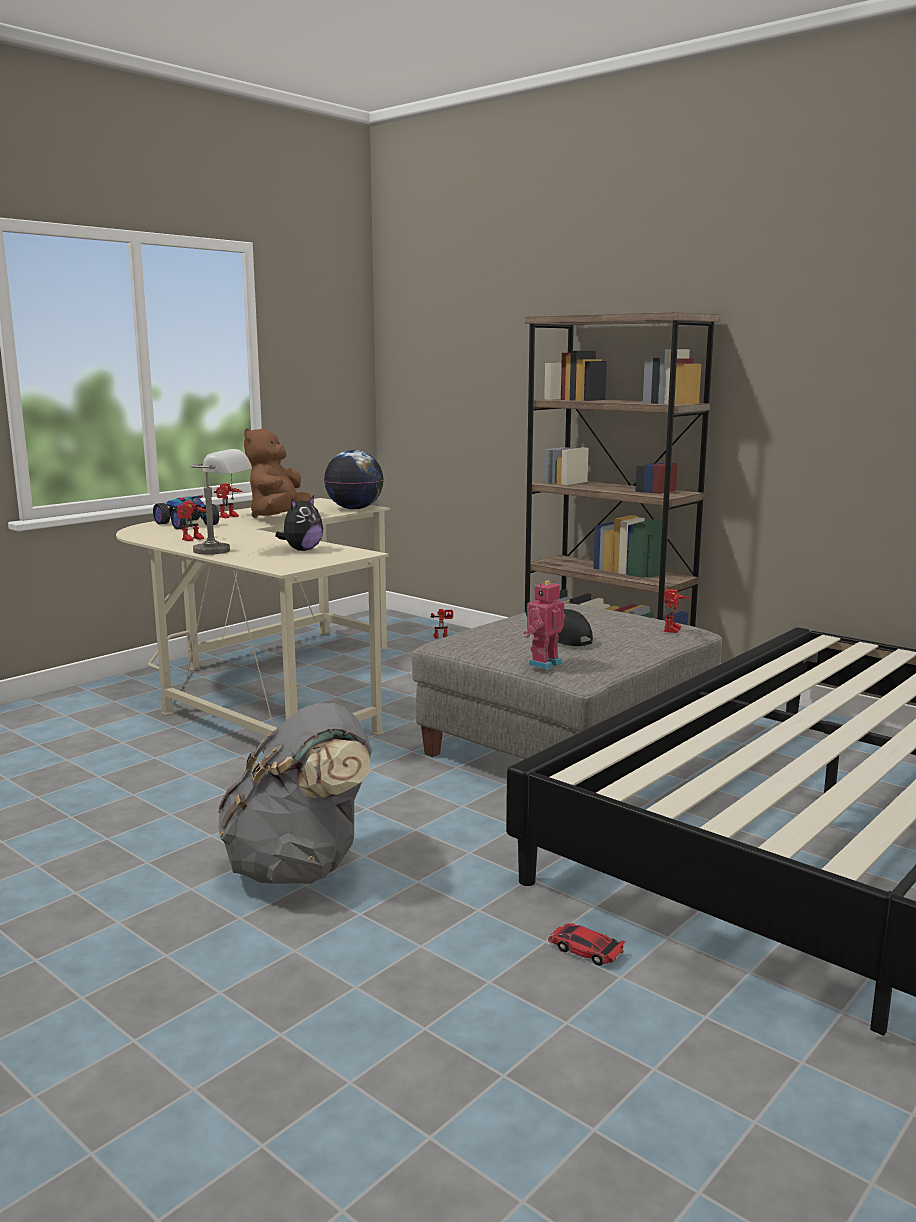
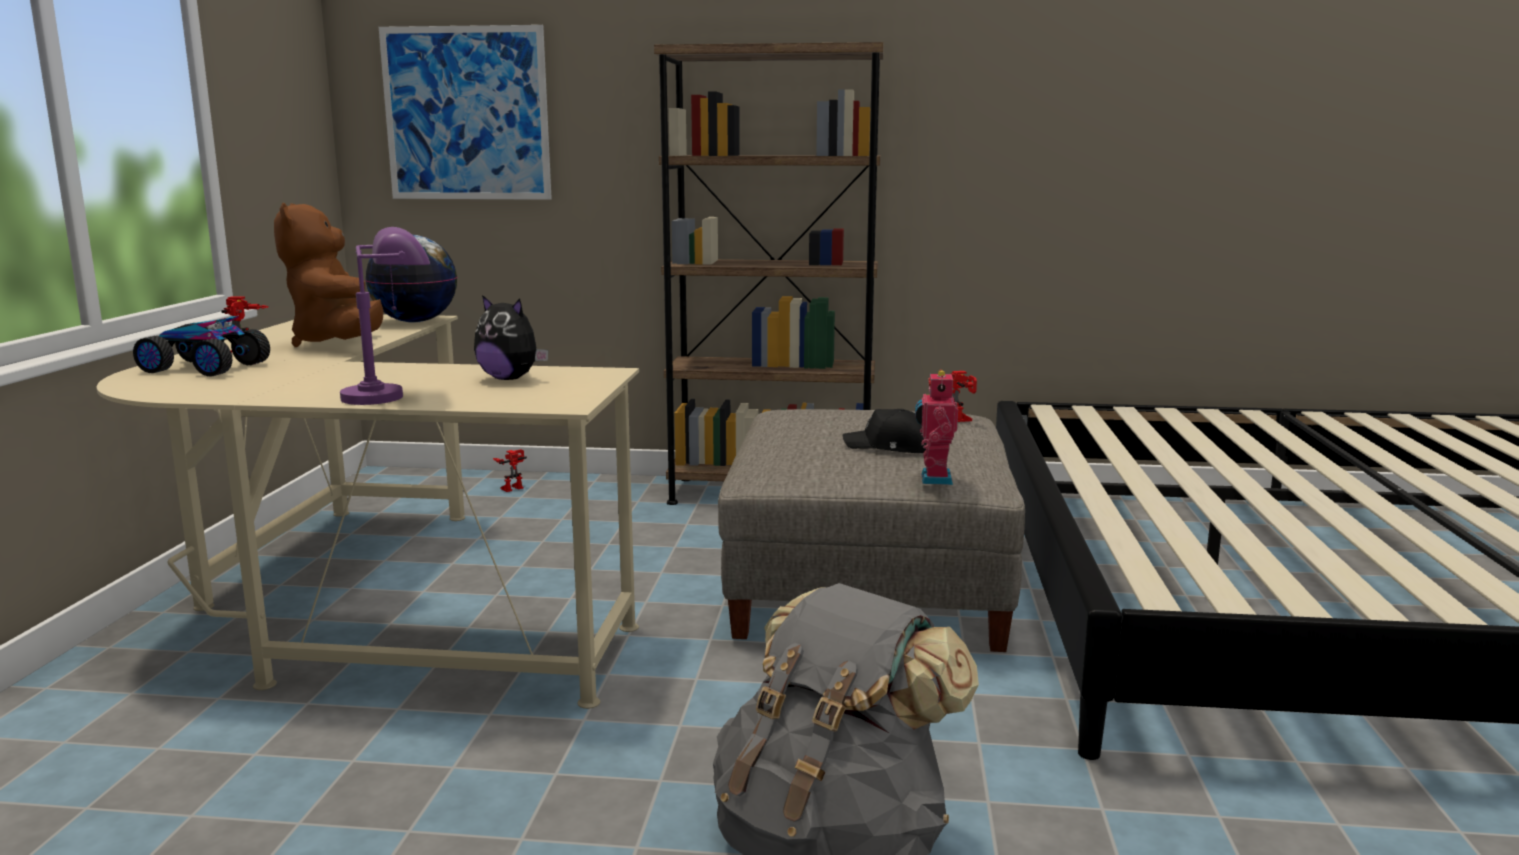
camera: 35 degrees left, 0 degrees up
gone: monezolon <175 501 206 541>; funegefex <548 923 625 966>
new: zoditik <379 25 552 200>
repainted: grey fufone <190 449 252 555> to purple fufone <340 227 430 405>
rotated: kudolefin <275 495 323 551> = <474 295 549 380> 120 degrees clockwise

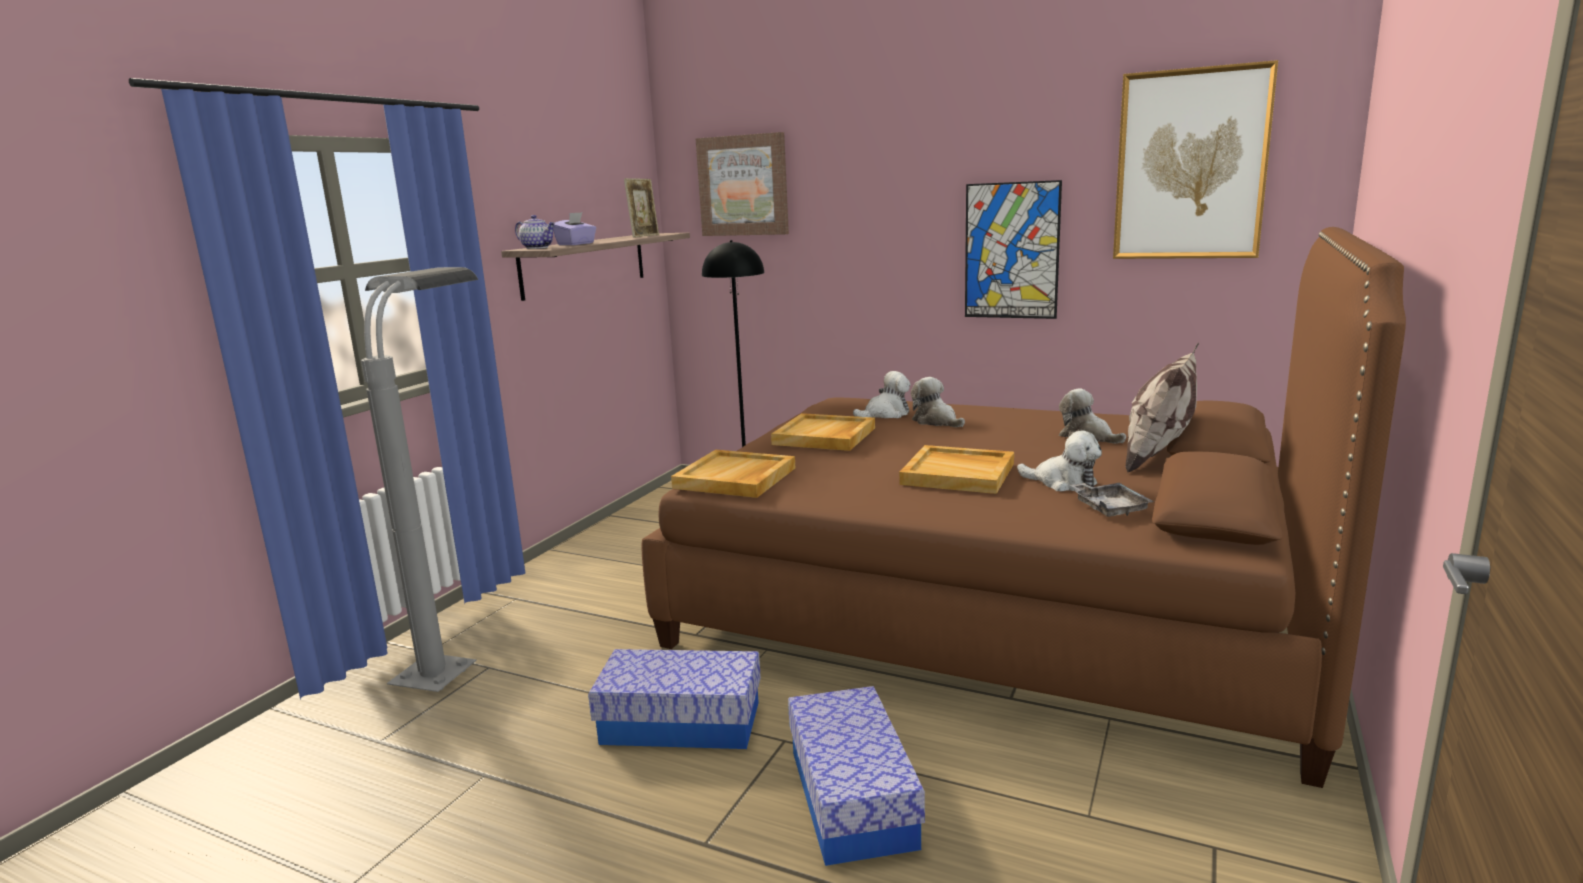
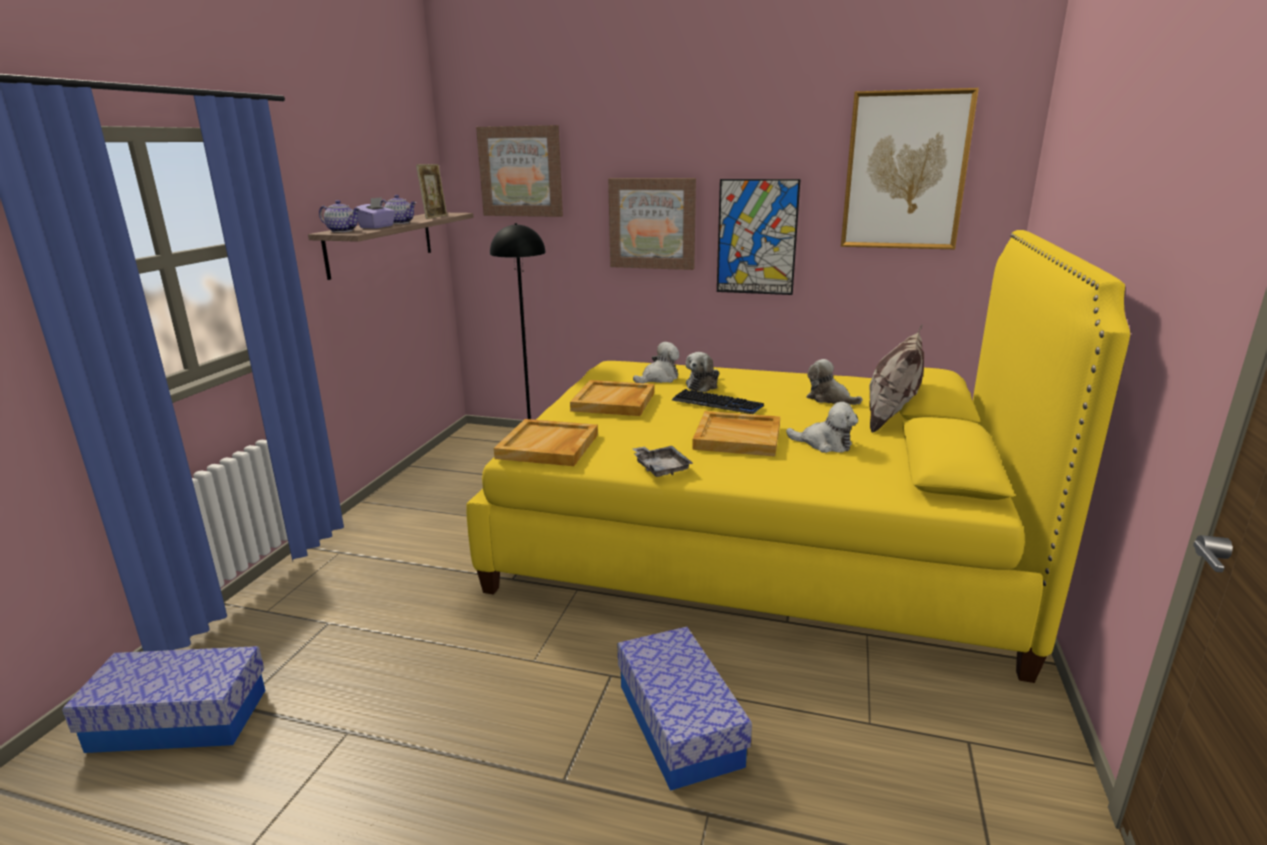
camera: 10 degrees left, 5 degrees up
gone: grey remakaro <361 267 478 692>
new: zoditik <608 178 696 270>; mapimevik <380 195 416 224>; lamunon <671 389 764 414>
shifted: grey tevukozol <1070 483 1154 517> to <633 446 693 477>; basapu <588 649 761 749> to <62 646 266 753>
repainted: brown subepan <642 227 1406 788> to yellow subepan <466 230 1130 683>
rotated: kudolefin <911 377 965 427> = <686 352 719 392> 105 degrees counterclockwise

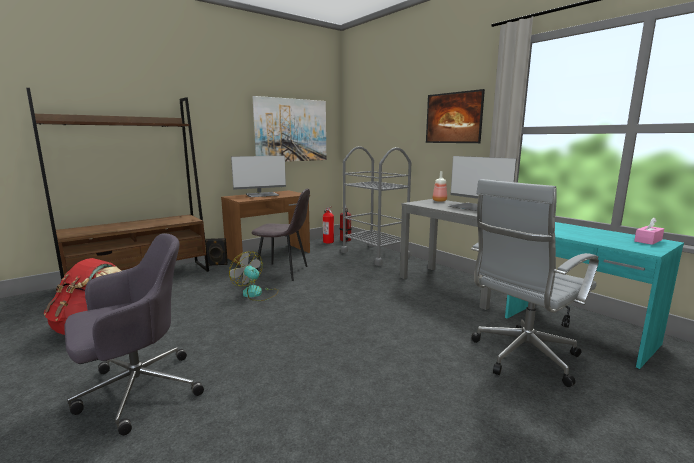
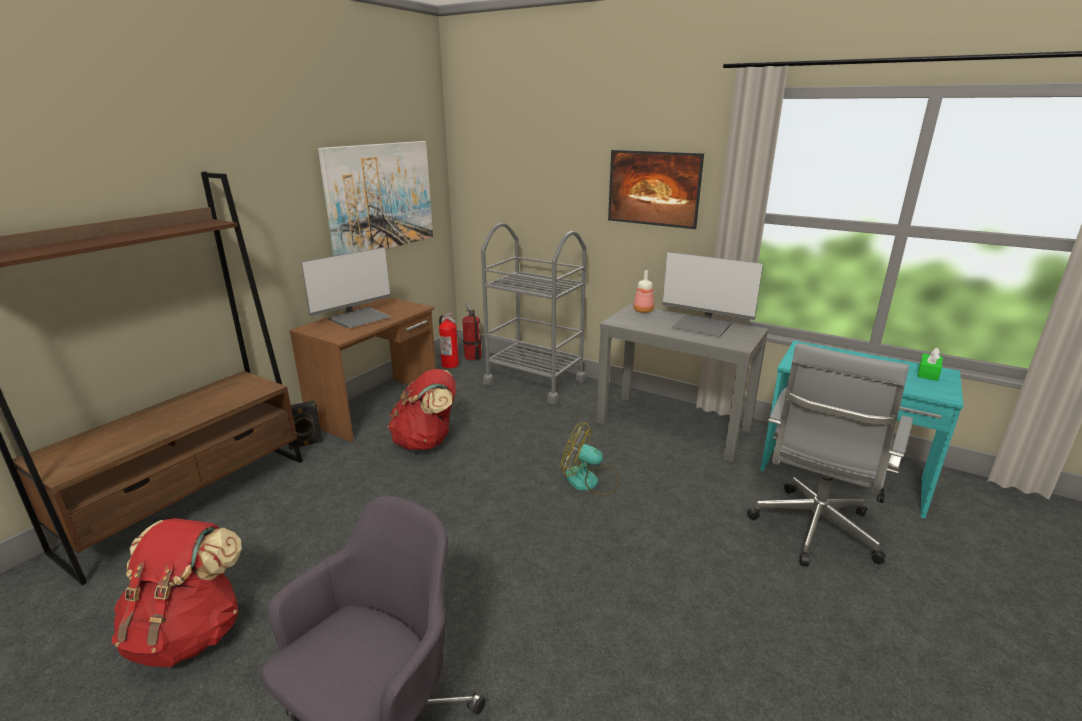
camera: 20 degrees left, 10 degrees up
shifted: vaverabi <229 251 279 301> to <560 422 619 495>
swapped: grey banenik <251 189 310 281> to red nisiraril <388 369 456 450>
repainted: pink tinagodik <634 217 664 245> to green tinagodik <917 348 943 381>

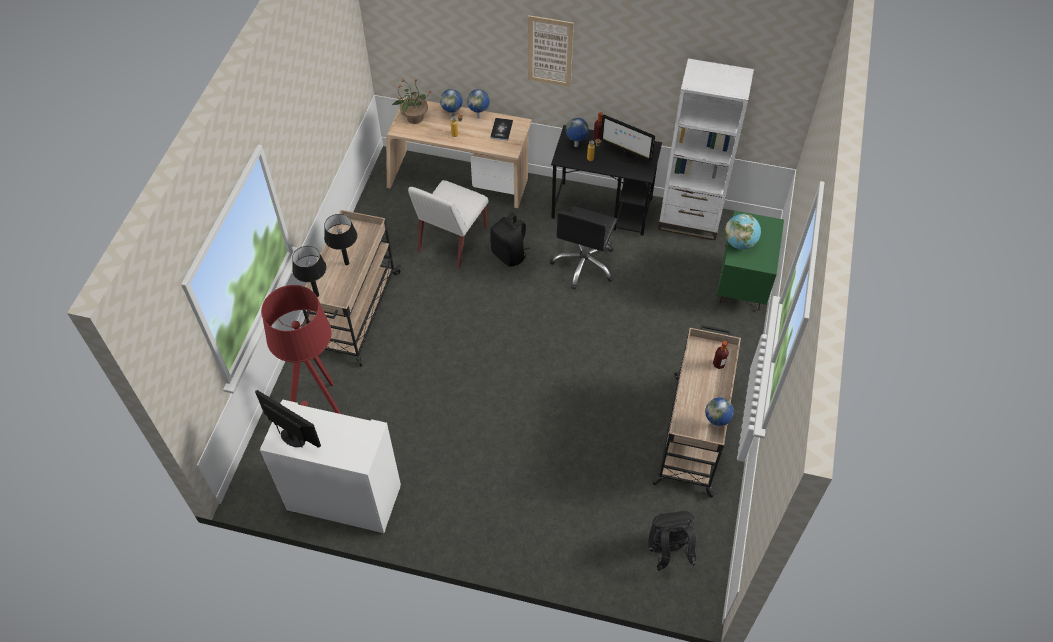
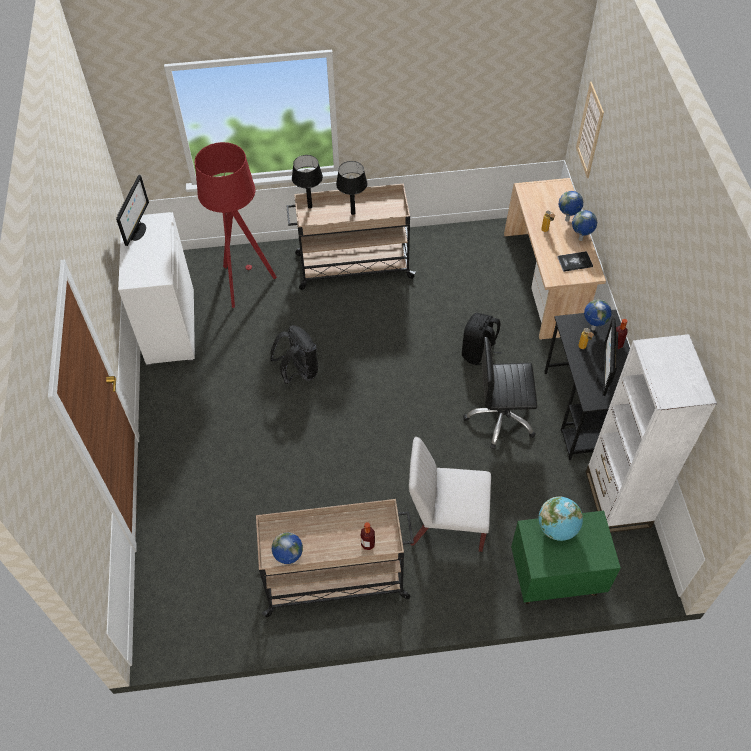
camera: 70 degrees right, 0 degrees up
gone: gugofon <392 78 432 124>
shifted: zoditik <528 15 574 87> to <576 82 604 178>; white banenik <408 180 488 269> to <409 437 491 552>; black nisiraril <648 511 696 571> to <270 325 318 384>

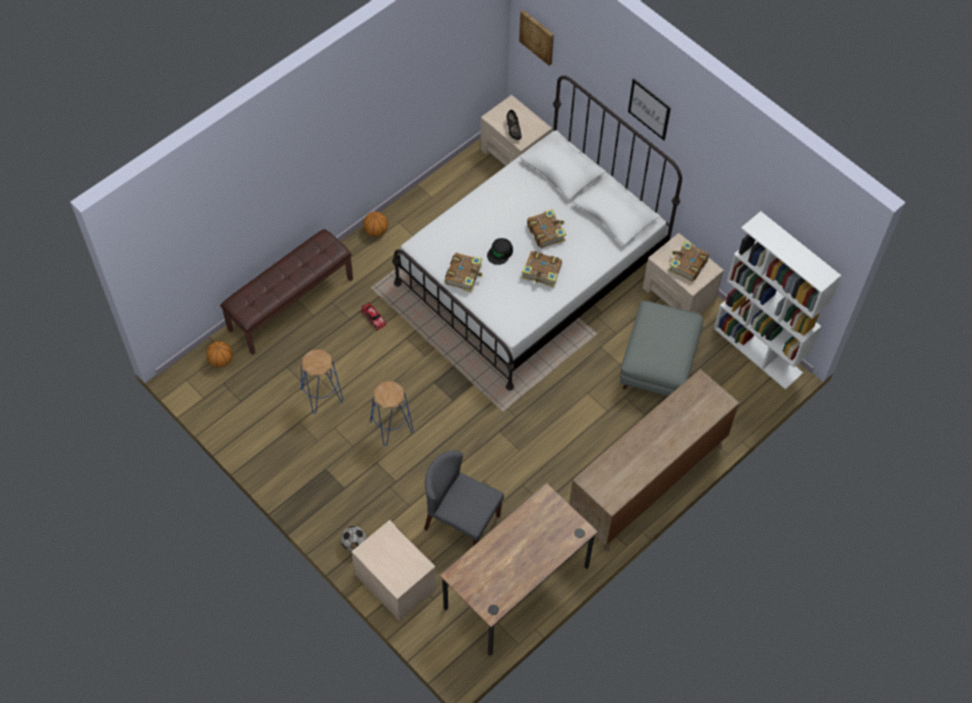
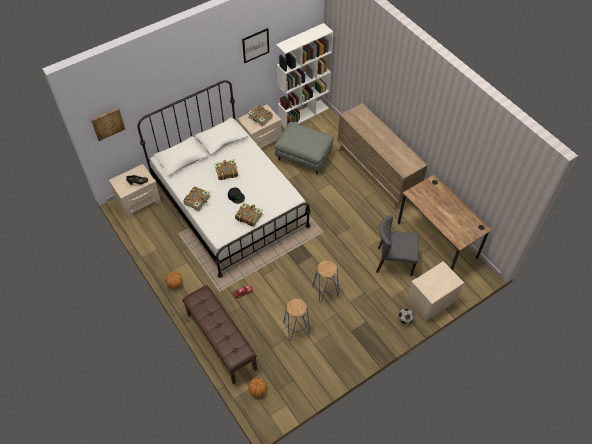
camera: 80 degrees left, 5 degrees down
shifted: zoditik <628 78 671 140> to <242 28 269 64>; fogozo <521 251 562 288> to <183 186 210 212>
rotated: grey banenik <424 450 504 546> = <376 215 419 276> 60 degrees clockwise

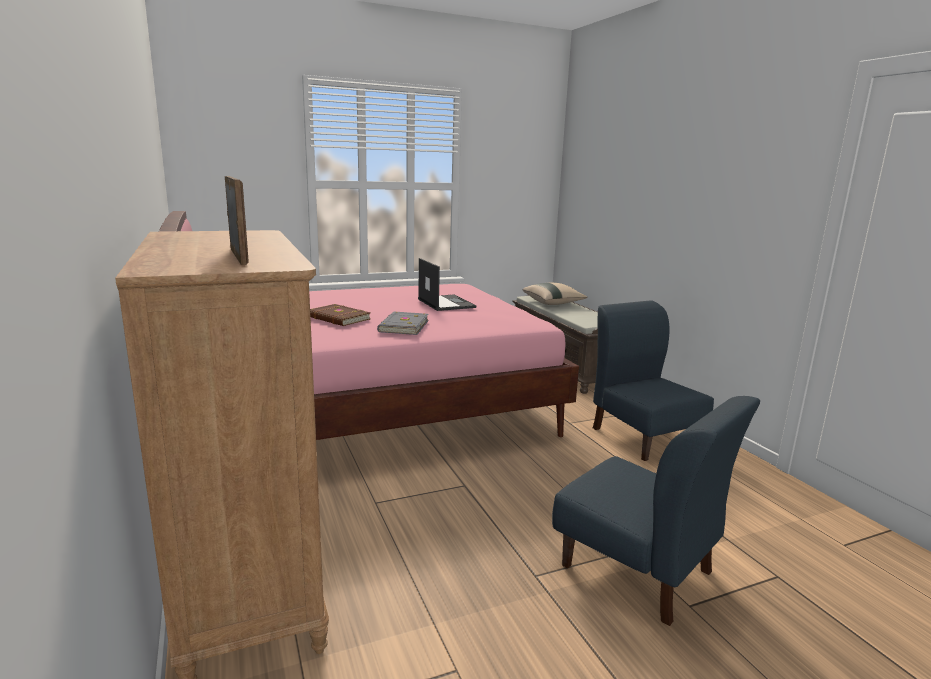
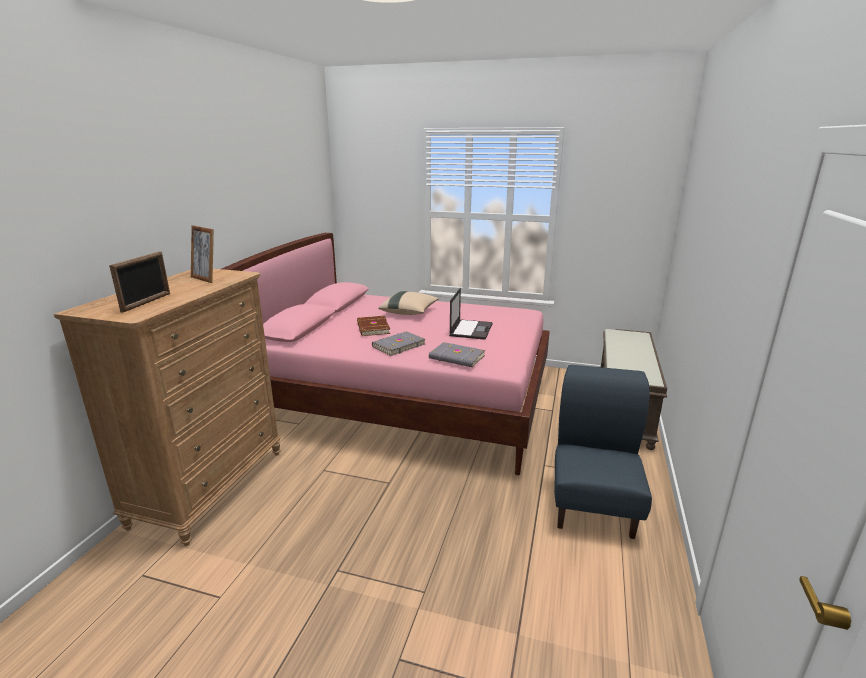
camera: 40 degrees right, 5 degrees up
gone: blue banenik <552 396 760 626>
new: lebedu <191 225 214 283>; grey fogozo <429 342 485 367>
shifted: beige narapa <522 283 588 305> to <378 291 439 315>

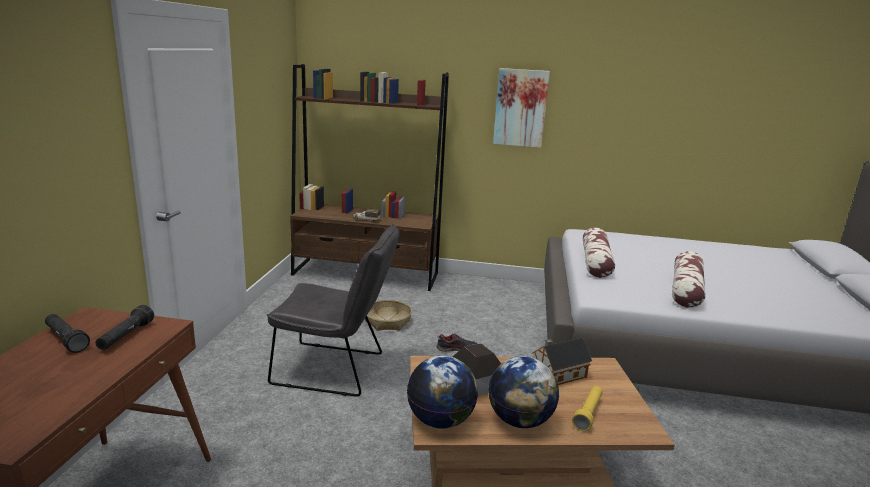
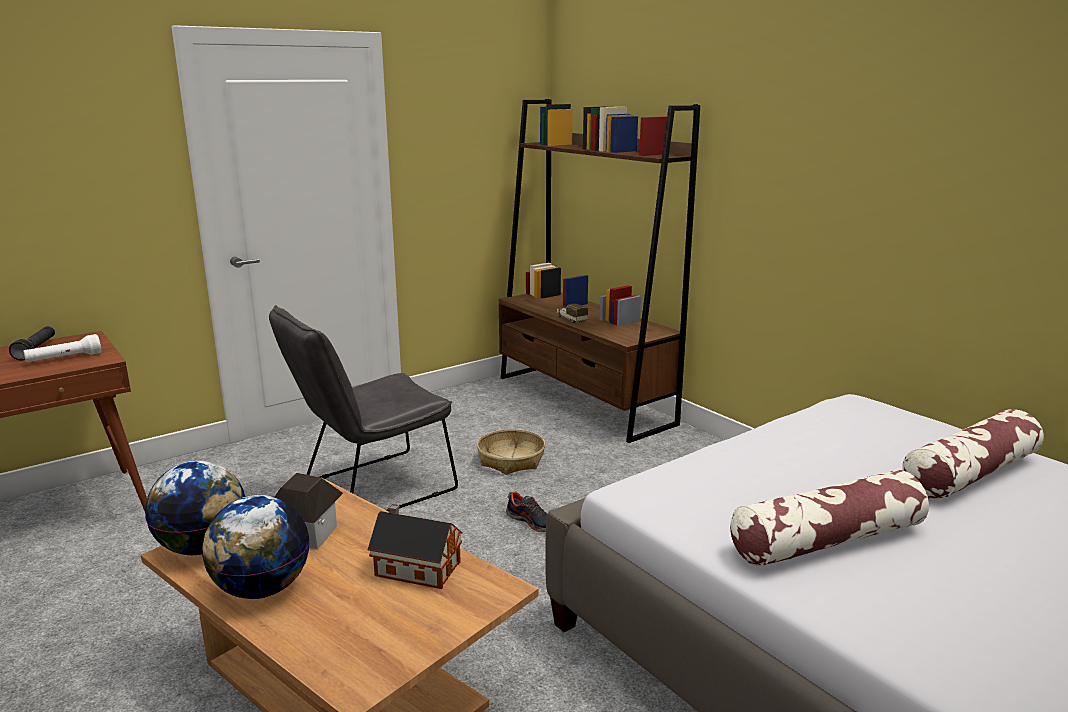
camera: 45 degrees right, 0 degrees up
gone: zoditik <493 68 550 148>; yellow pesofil <572 386 603 431>
shifted: narapa <583 228 615 278> to <902 409 1044 500>
repainted: black pesofil <95 305 154 350> to white pesofil <23 334 101 362>
rotated: grey banenik <267 224 399 396> = <269 305 458 512> 90 degrees clockwise

